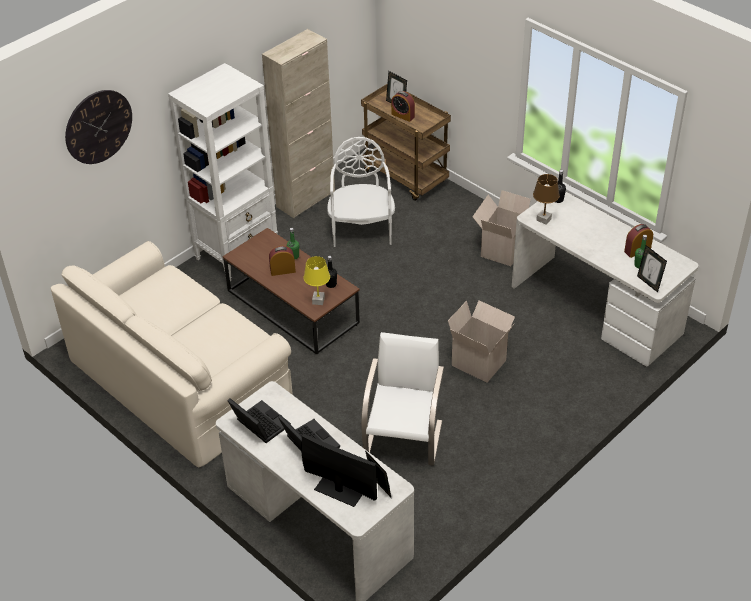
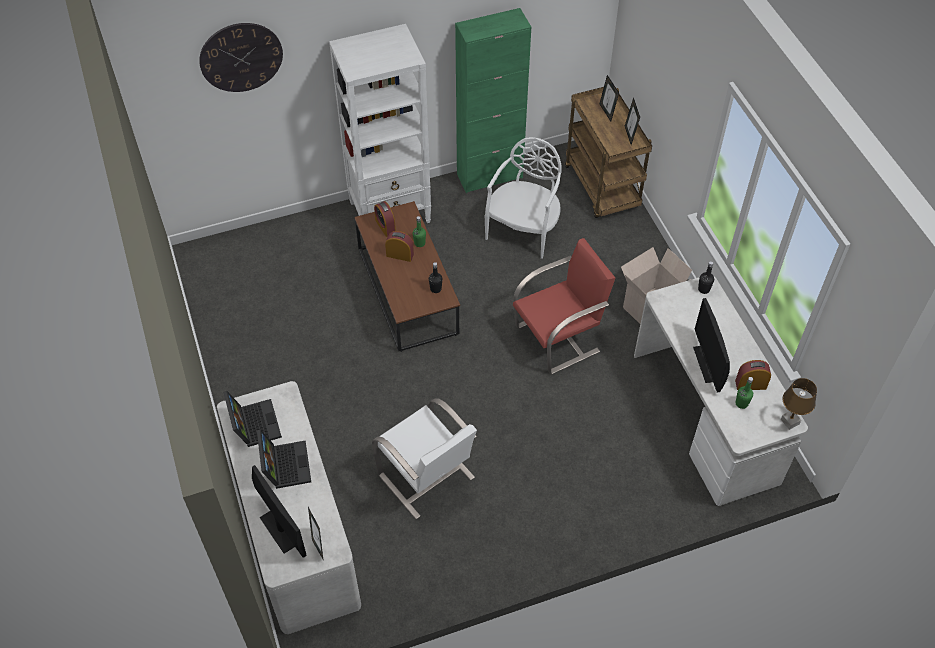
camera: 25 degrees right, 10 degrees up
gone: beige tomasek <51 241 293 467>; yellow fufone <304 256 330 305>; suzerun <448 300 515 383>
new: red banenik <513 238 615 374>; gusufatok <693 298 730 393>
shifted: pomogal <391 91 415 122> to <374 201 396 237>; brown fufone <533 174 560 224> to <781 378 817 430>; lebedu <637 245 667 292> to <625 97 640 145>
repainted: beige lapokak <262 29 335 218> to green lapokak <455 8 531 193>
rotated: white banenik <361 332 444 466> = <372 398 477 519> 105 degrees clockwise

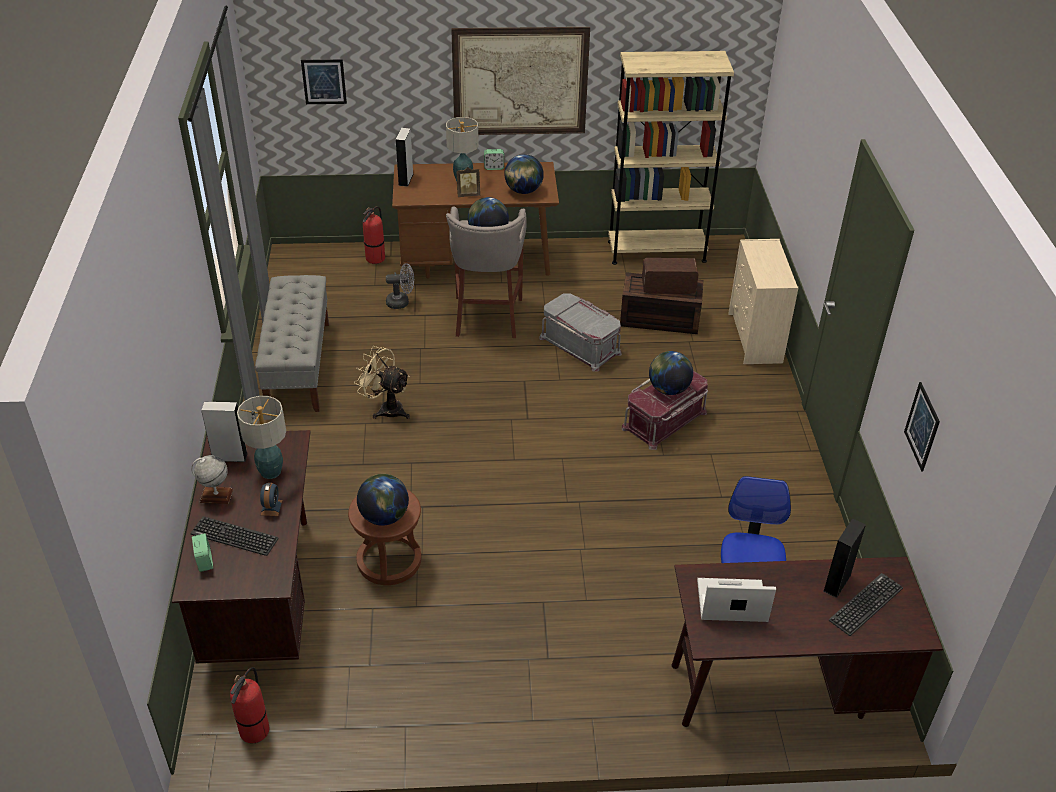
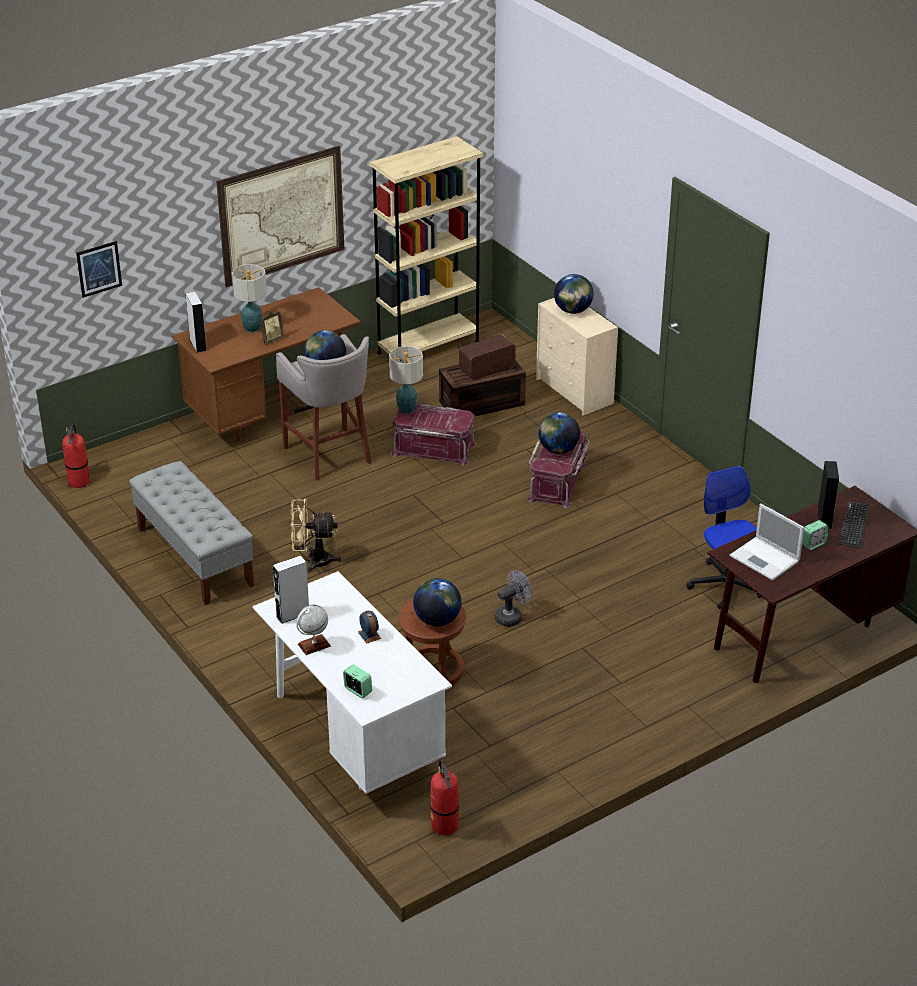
camera: 30 degrees left, 5 degrees down
gone: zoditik <904 382 940 471>; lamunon <191 516 279 556>
shifted: pomogal <484 149 504 170> to <802 520 829 550>; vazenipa <504 154 544 194> to <554 274 594 314>; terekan <363 207 385 264> to <62 424 90 488>; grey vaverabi <386 263 414 309> to <495 570 532 627>; fufone <237 396 286 479> to <389 346 423 414>
repainted: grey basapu <539 294 622 372> to red basapu <391 404 476 466>; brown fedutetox <172 430 310 663> to white fedutetox <252 571 452 794>
rotated: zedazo <697 578 776 622> = <730 504 804 581> 105 degrees counterclockwise

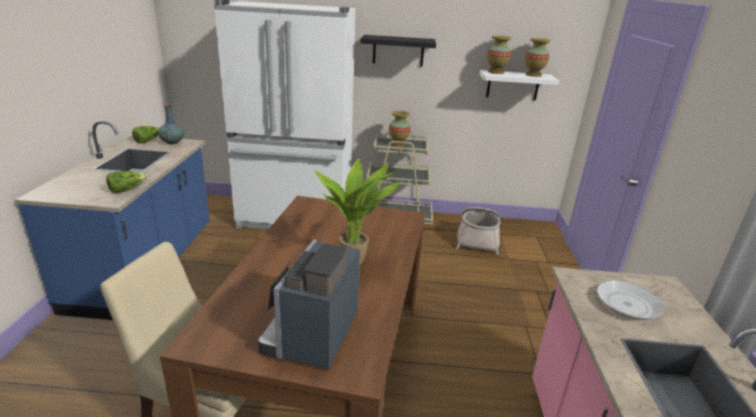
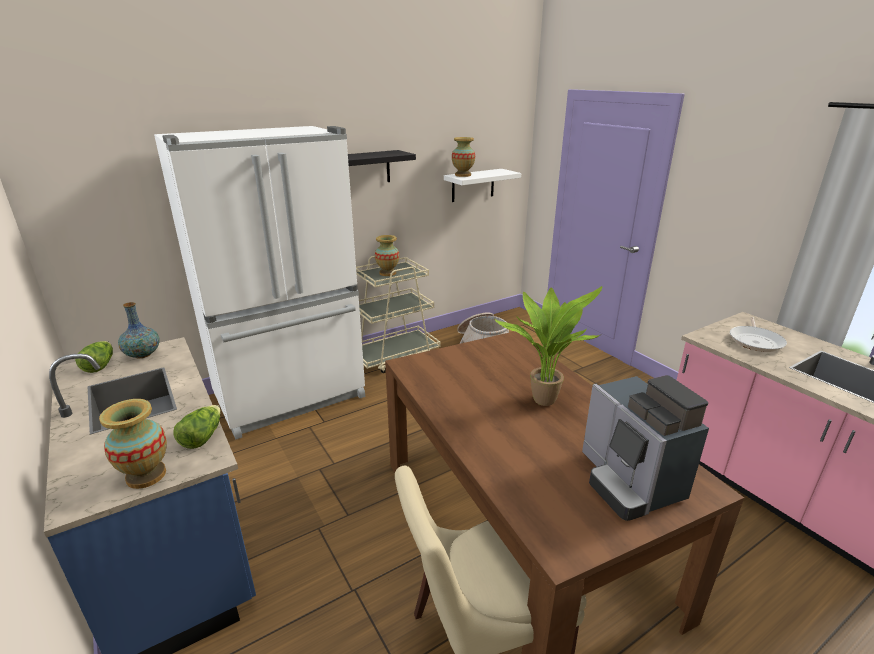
camera: 35 degrees left, 0 degrees up
shifted: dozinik <525 38 551 77> to <99 399 167 489>

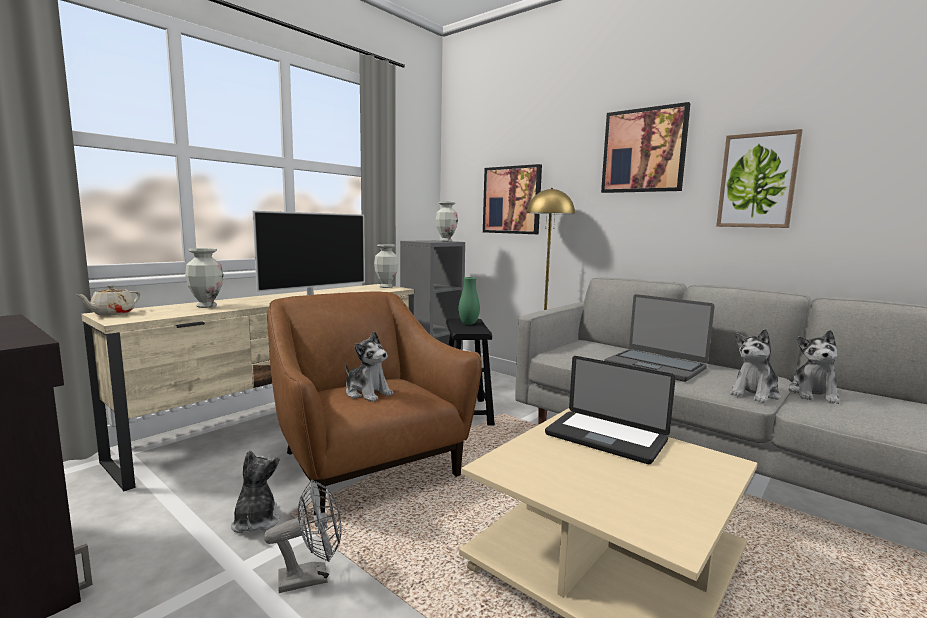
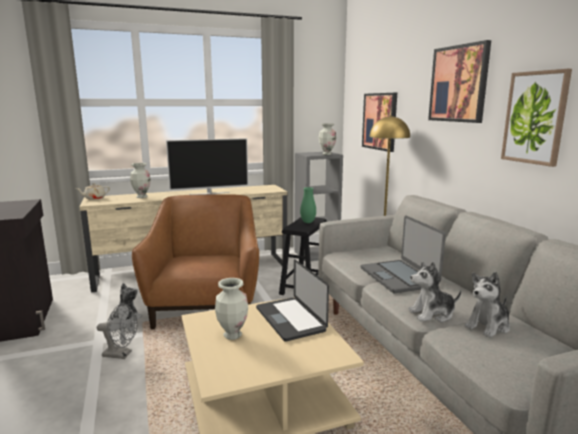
camera: 30 degrees right, 5 degrees up
gone: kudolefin <345 331 393 402>
shifted: dozinik <374 244 398 288> to <215 278 248 340>

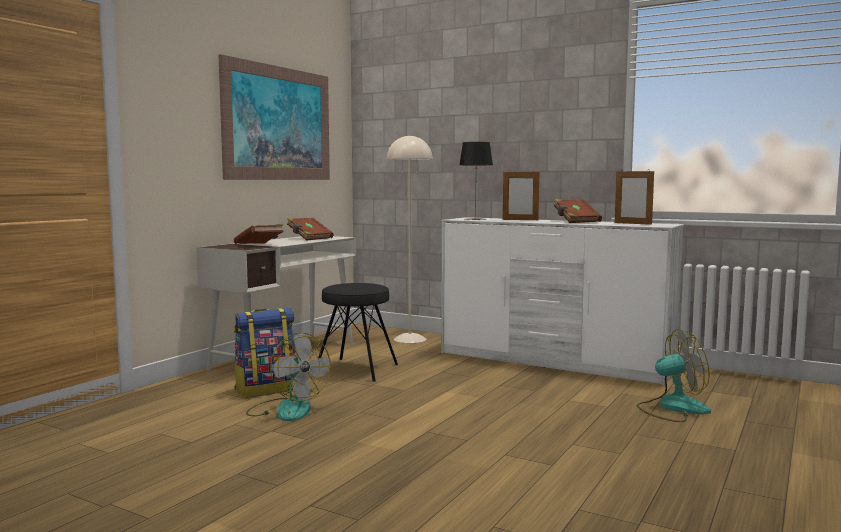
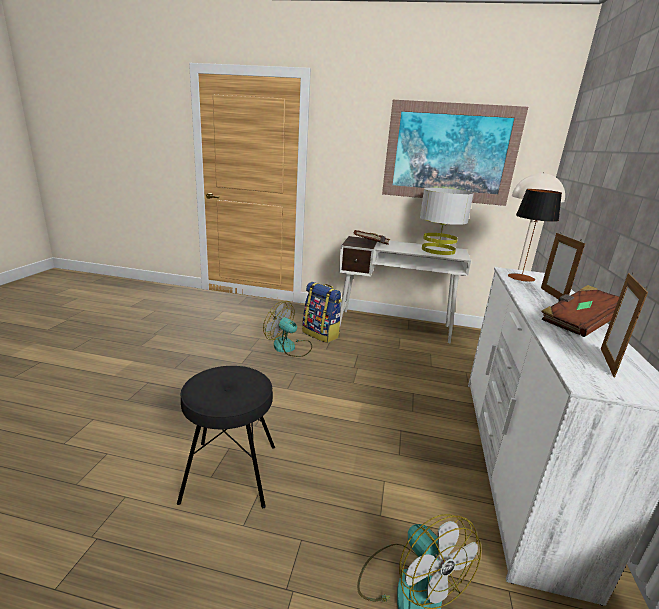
camera: 70 degrees right, 15 degrees up
shifted: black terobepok <312 283 398 382> to <177 366 275 508>
swapped: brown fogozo <287 218 333 241> to grey fufone <420 188 474 255>
rotated: vaverabi <246 333 331 421> = <263 301 312 357> 90 degrees clockwise

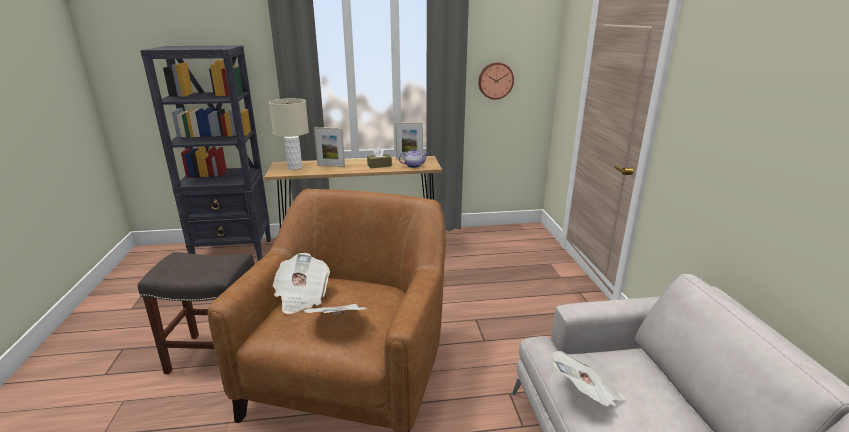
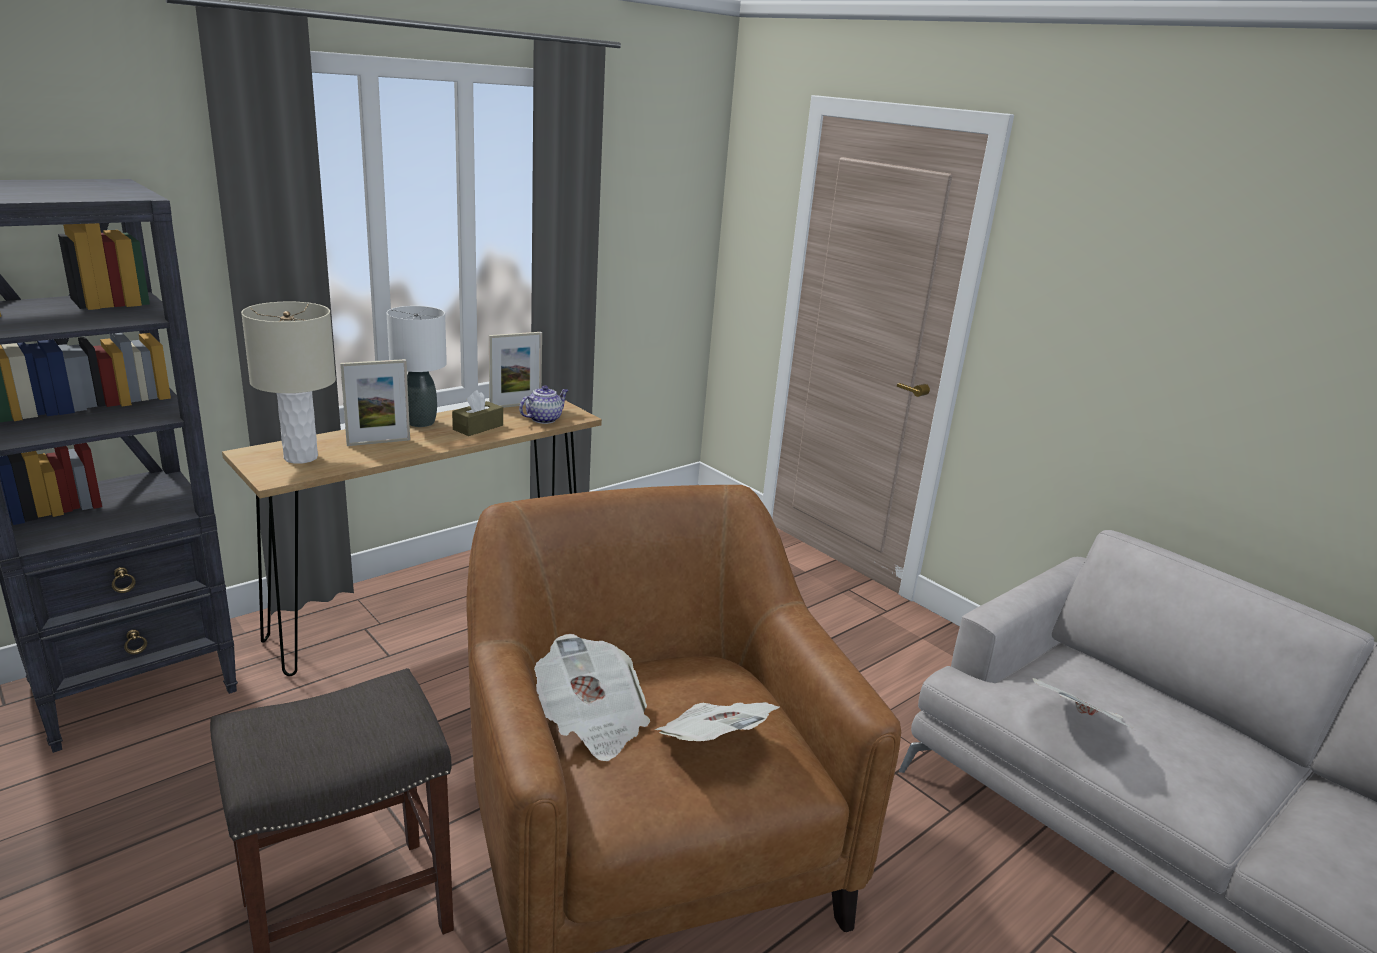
camera: 35 degrees left, 0 degrees up
gone: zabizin <478 62 514 100>
new: white fufone <386 306 447 427>

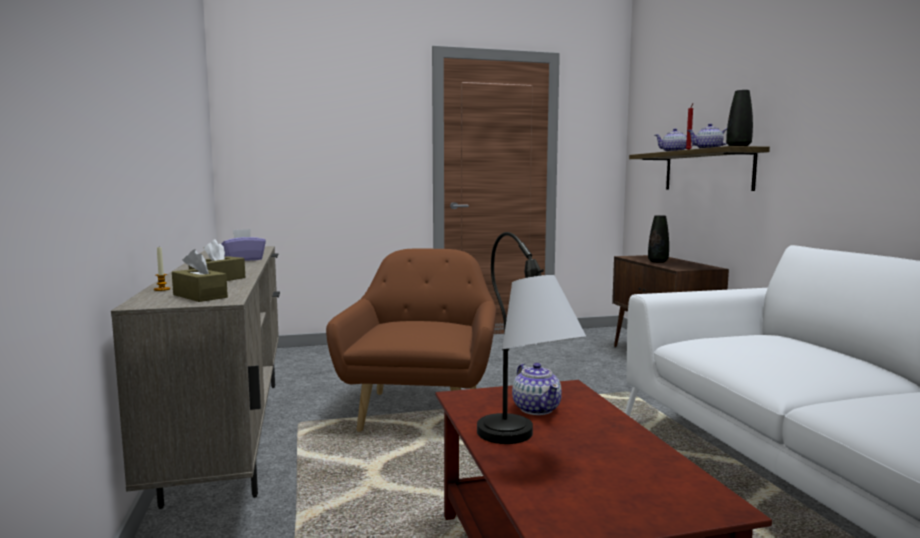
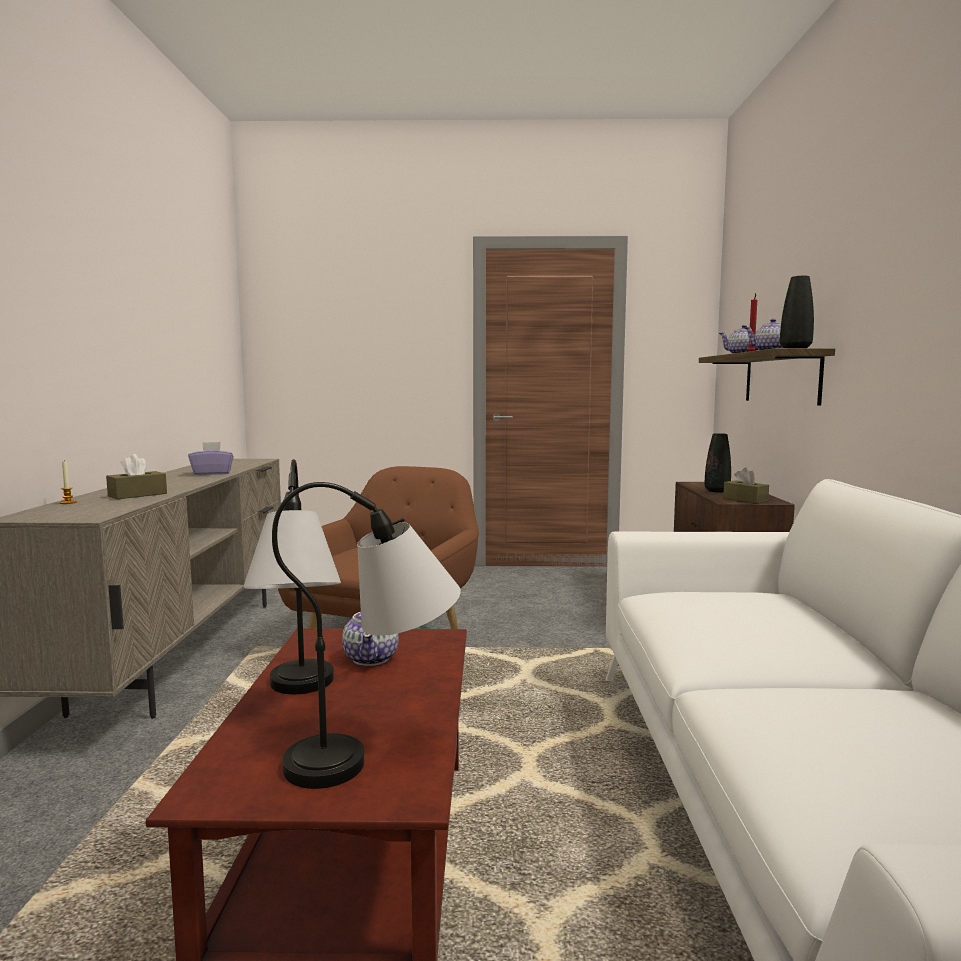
camera: 15 degrees right, 0 degrees up
new: fufone <272 482 461 789>
shifted: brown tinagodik <172 249 228 302> to <723 468 769 503>

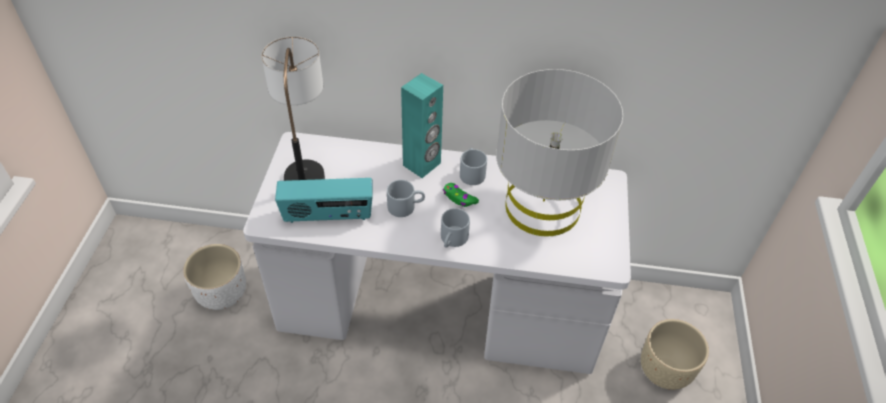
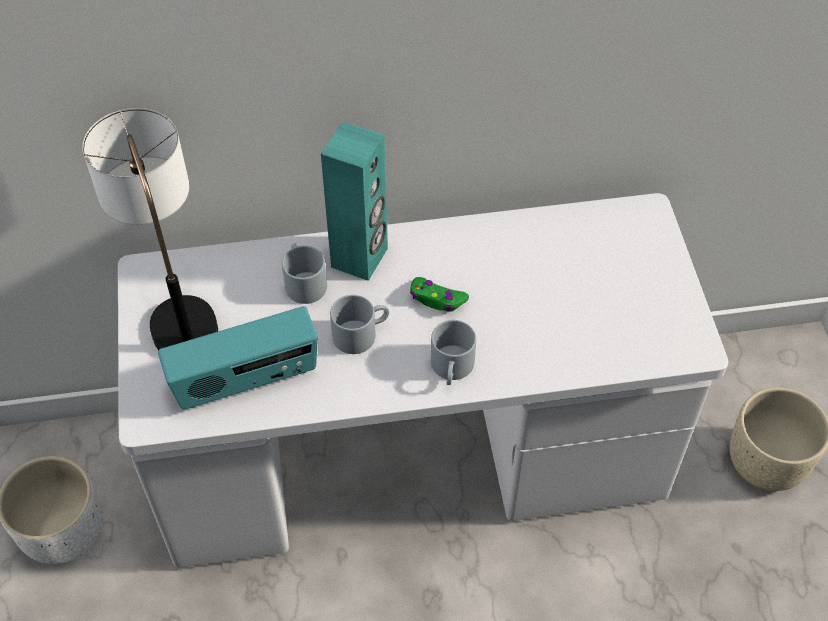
camera: 15 degrees left, 5 degrees up
gone: grey fufone <496 69 623 237>
shifted: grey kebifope <460 148 487 185> to <282 243 327 304>

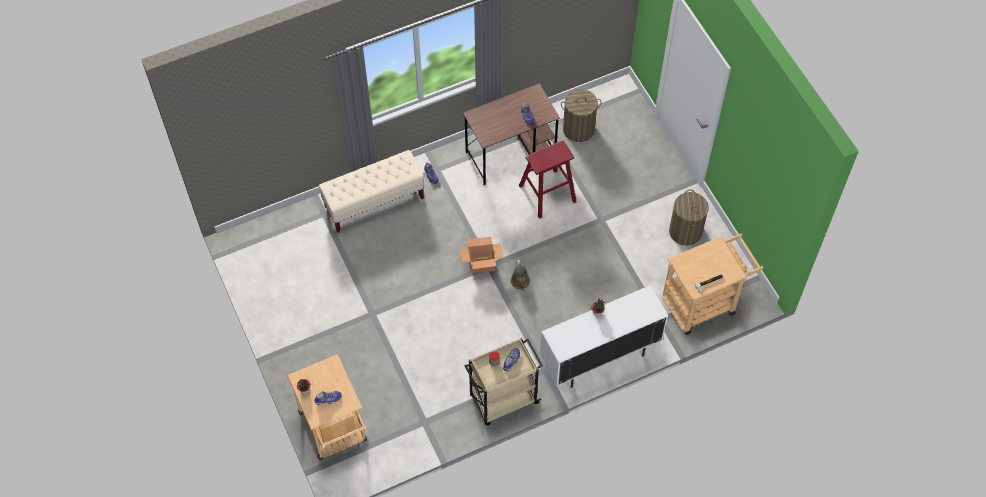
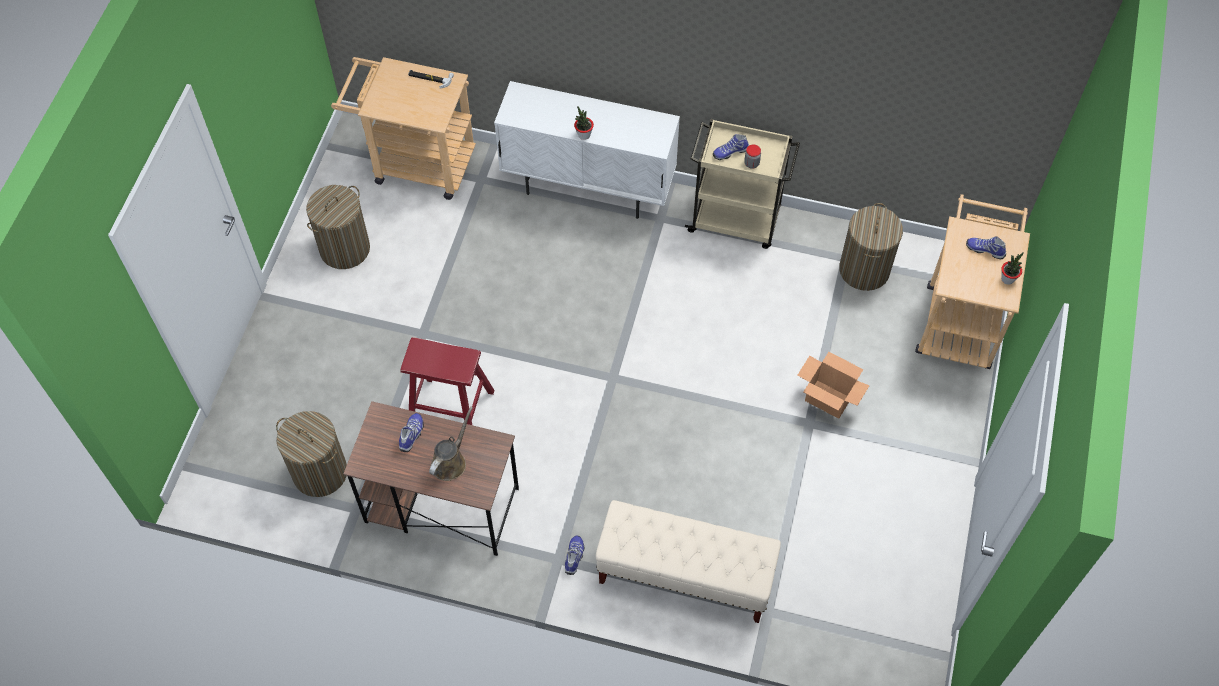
camera: 140 degrees left, 0 degrees up
new: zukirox <839 203 903 291>
shifted: suzerun <460 236 503 274> to <797 352 870 419>; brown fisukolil <510 260 530 294> to <429 406 473 481>

